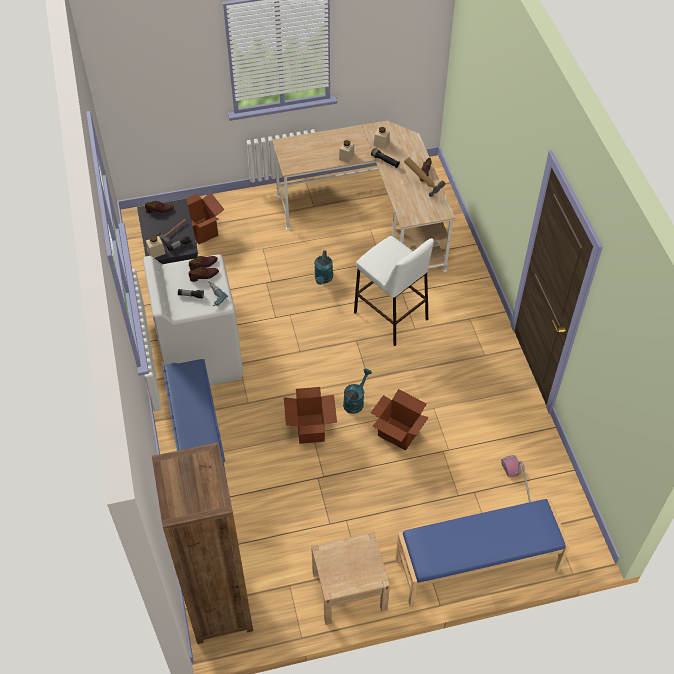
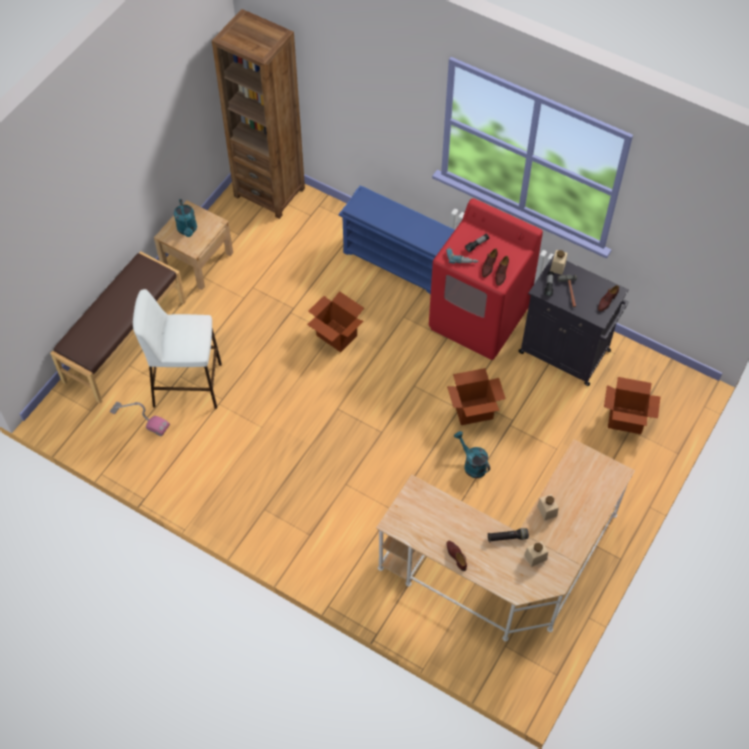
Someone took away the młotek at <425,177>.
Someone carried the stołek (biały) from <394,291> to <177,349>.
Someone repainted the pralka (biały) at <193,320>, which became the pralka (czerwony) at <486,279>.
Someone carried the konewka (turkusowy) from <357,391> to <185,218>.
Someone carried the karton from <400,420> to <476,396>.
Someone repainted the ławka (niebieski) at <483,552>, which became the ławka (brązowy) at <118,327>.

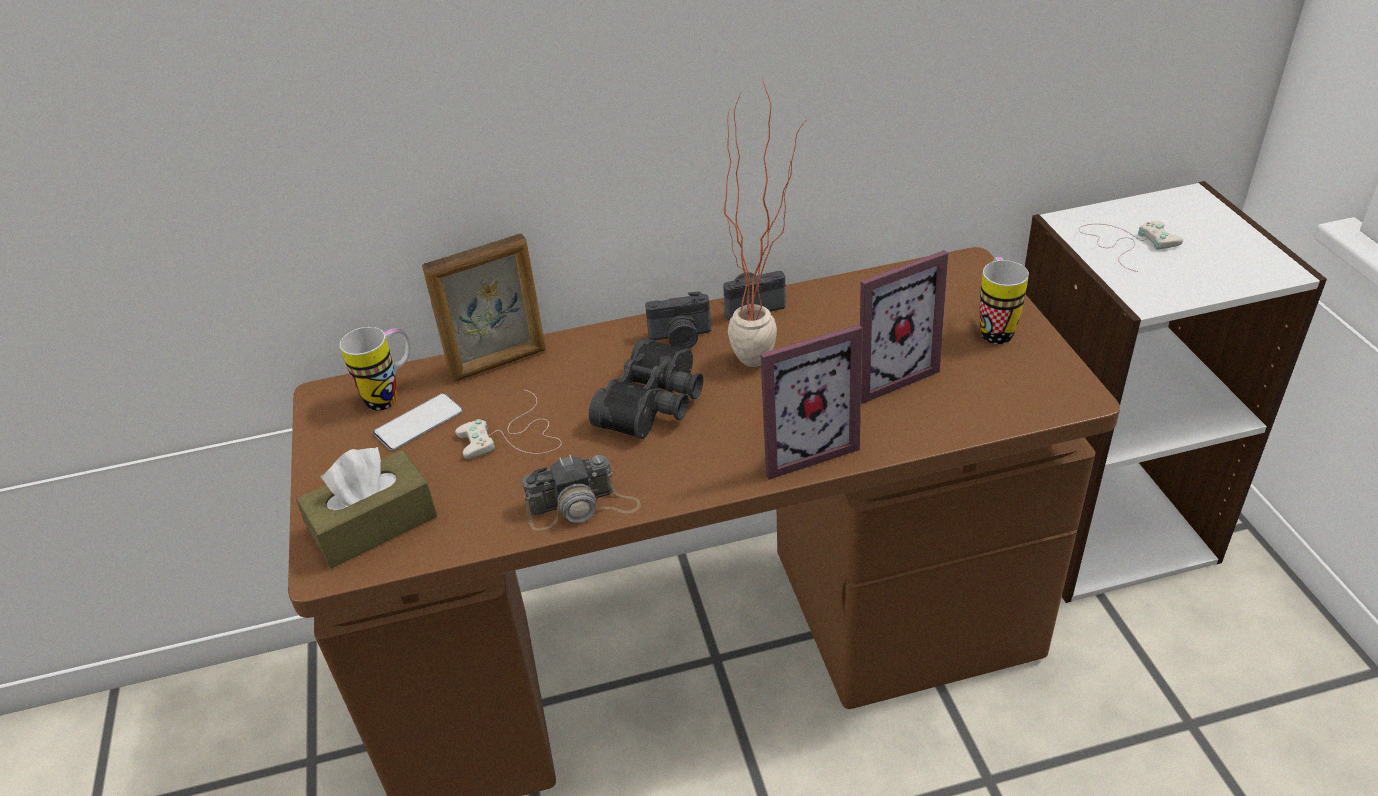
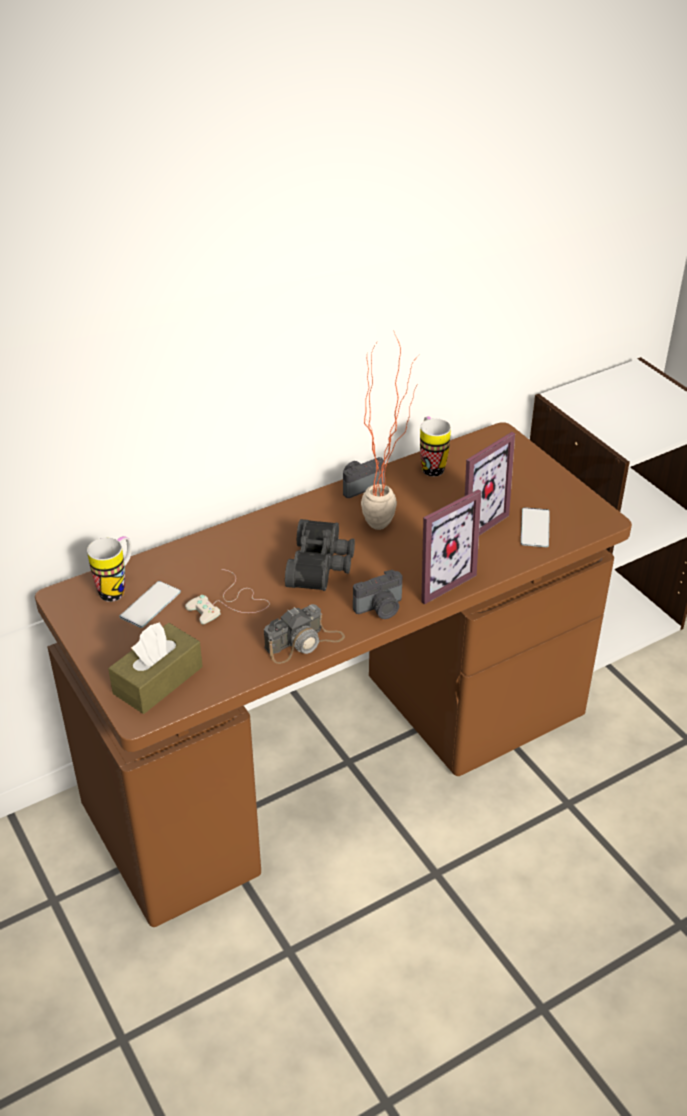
Someone took away the pad do gier (biały) at <1130,246>.
Someone took away the ramka na zdjęcie at <484,308>.
Someone carried the kubek from <1004,300> to <435,446>.
Someone carried the aparat fotograficzny from <678,320> to <378,594>.
Someone put down the telefon at <535,527>.

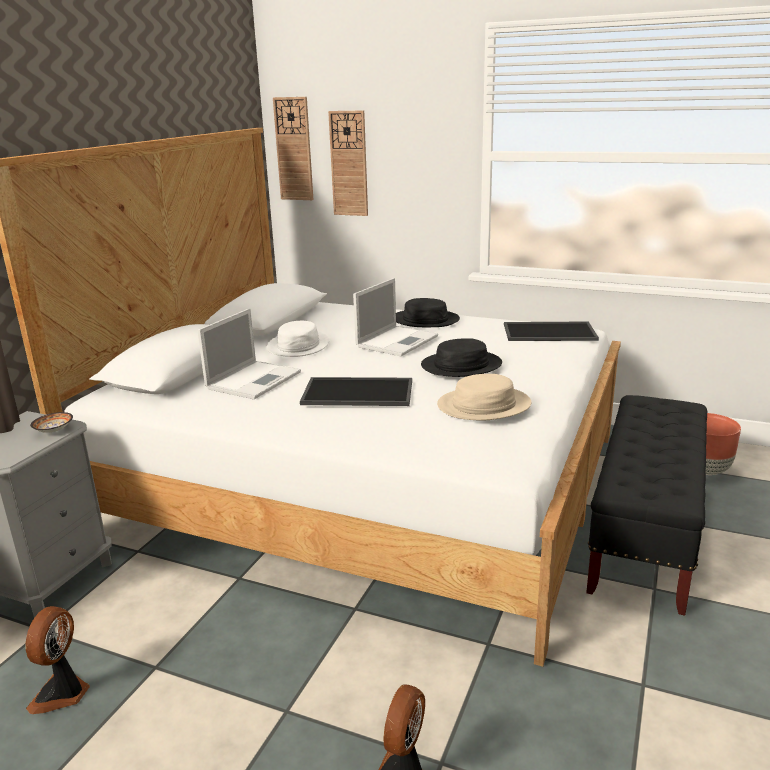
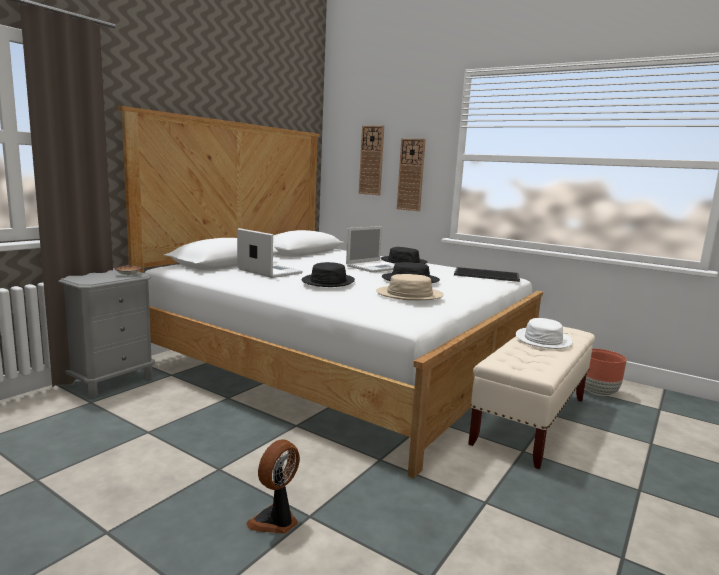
Someone carried the zegar ścienny from <293,148> to <411,175>.
Someone rotated the laptop at <249,353> by 90 degrees counterclockwise.
Someone carried the kapelusz (biały) from <298,339> to <544,333>.
Someone swapped the taca at <356,391> for the kapelusz (czarny) at <328,274>.
Someone repainted the ławka (czarny) at <646,505>, which became the ławka (beżowy) at <531,398>.
Someone took away the wentylator at <58,660>.

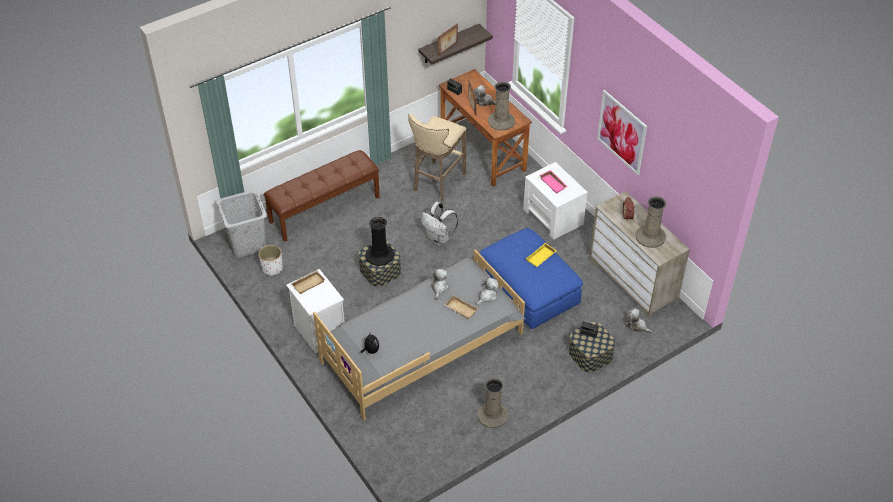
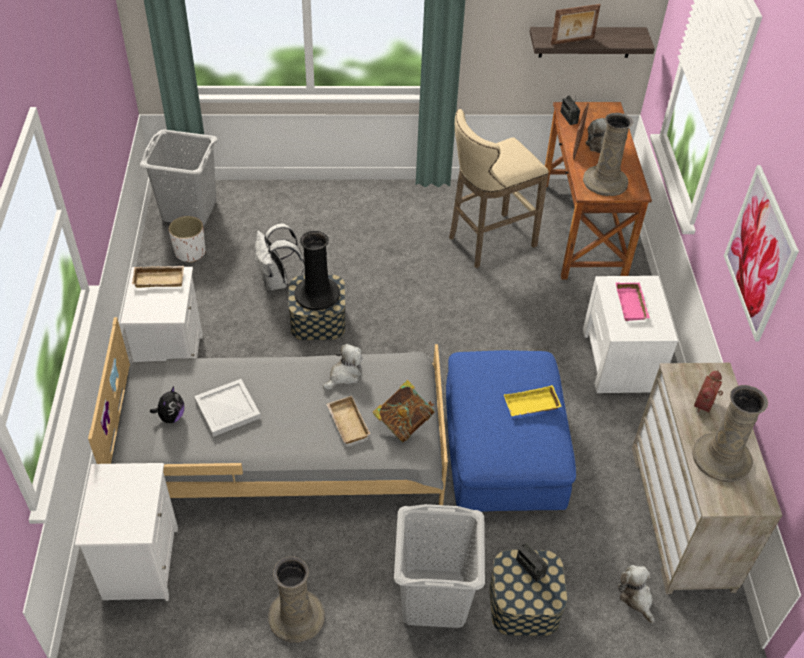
Someone took away the ławka (brązowy) at <322,196>.
Someone carried the plecak (biały) from <439,224> to <280,257>.
Someone swapped the pluszak at <487,291> for the książka at <404,411>.
Someone put down the taca (biały) at <227,408>.
Someone put down the szafka nocna (biały) at <126,532>.
Someone put down the kosz na pranie (szary) at <439,566>.

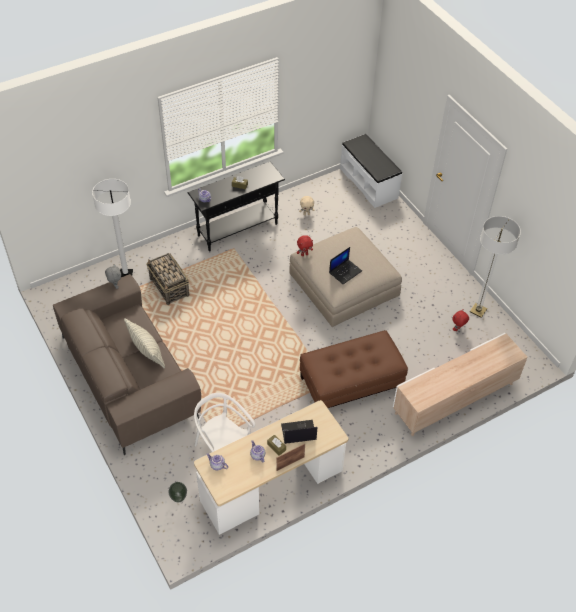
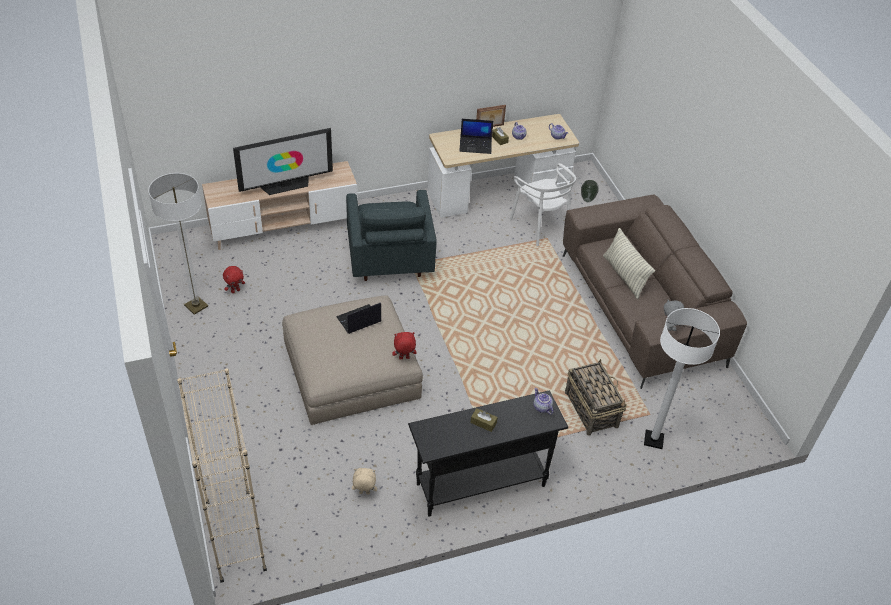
Someone swapped the ławka (biały) at <371,171> for the regał (beżowy) at <222,475>.
Someone swapped the pufa (brązowy) at <354,369> for the fotel (szary) at <391,235>.
Someone put down the telewizor at <283,161>.

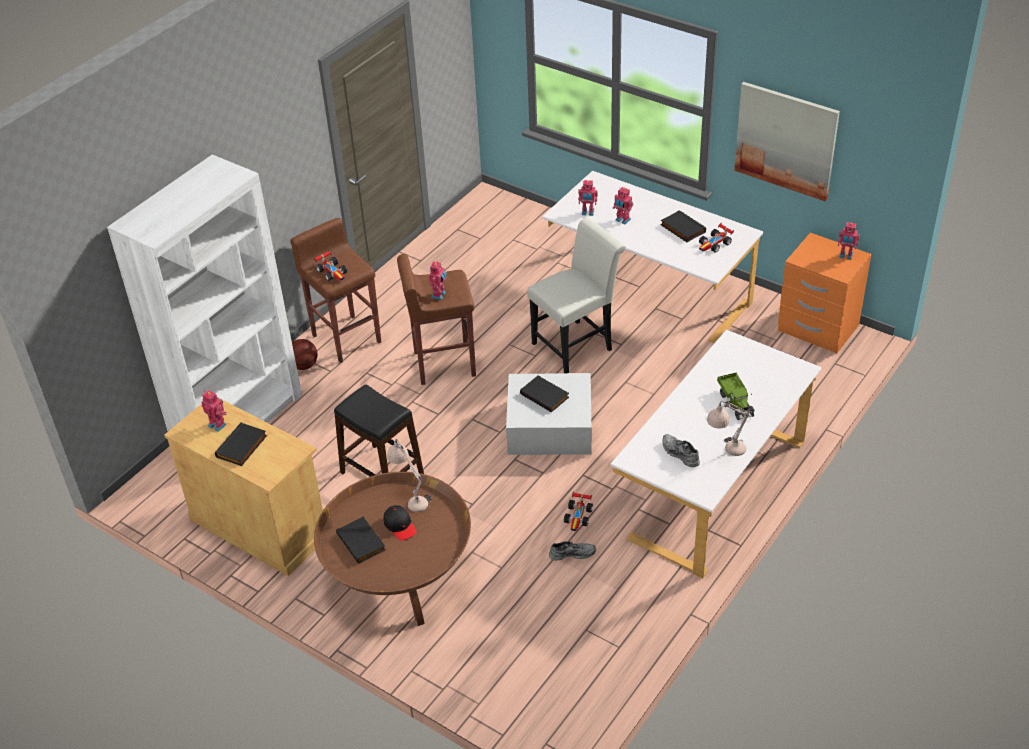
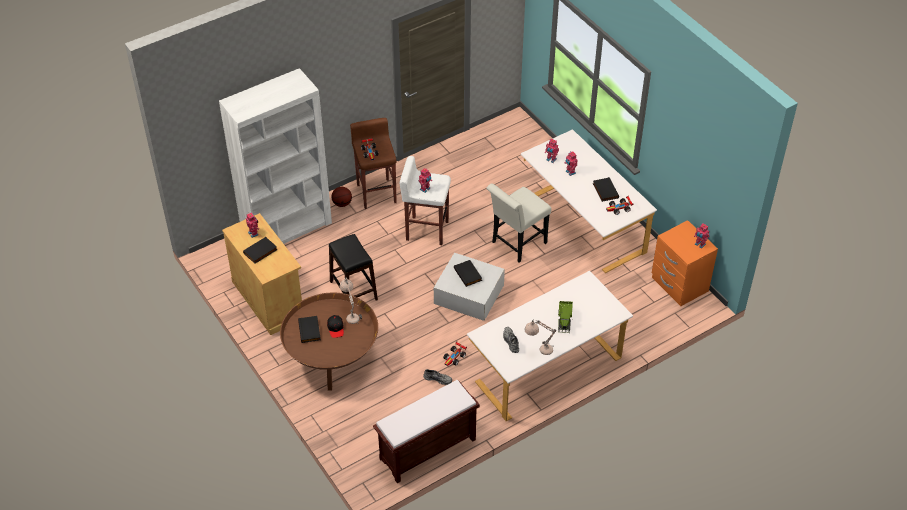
Someone took away the obraz at <787,141>.
Someone rotated the krzesło (biały) at <576,295> by 150 degrees clockwise.
Someone repainted the stołek (brązowy) at <436,319>, which became the stołek (biały) at <425,200>.
Someone put down the ławka (brązowy) at <426,431>.

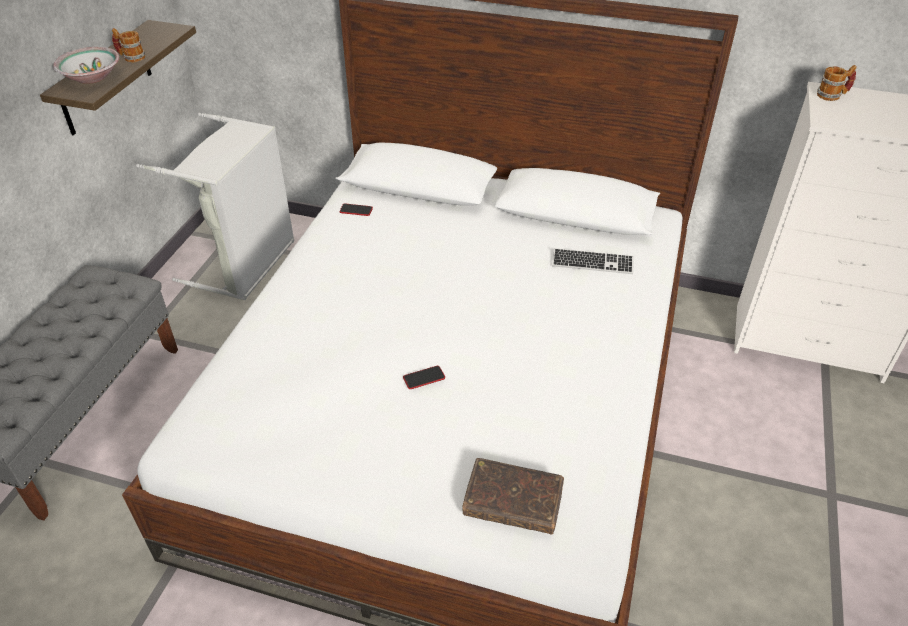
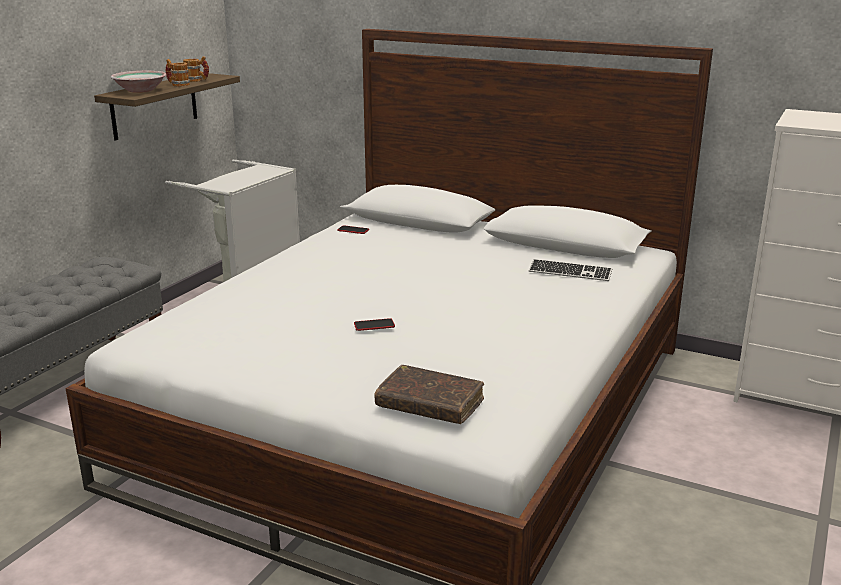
Someone carried the kubek from <837,83> to <196,69>.

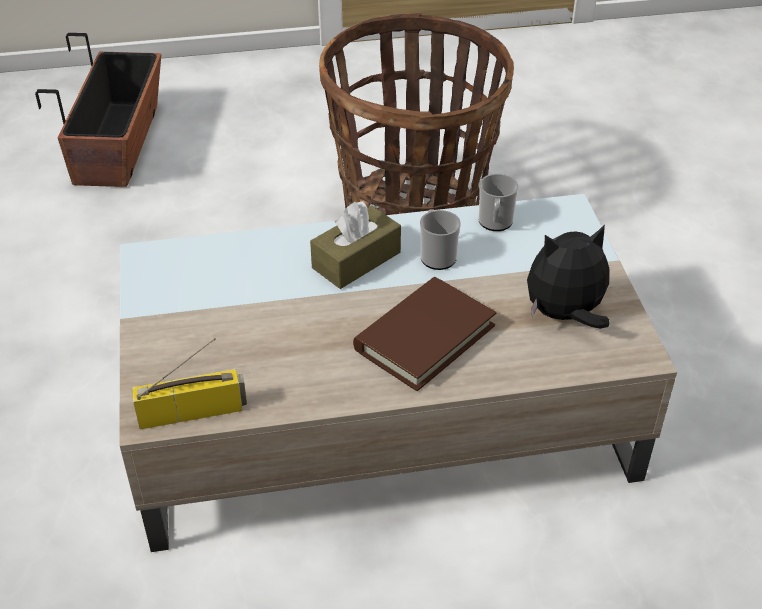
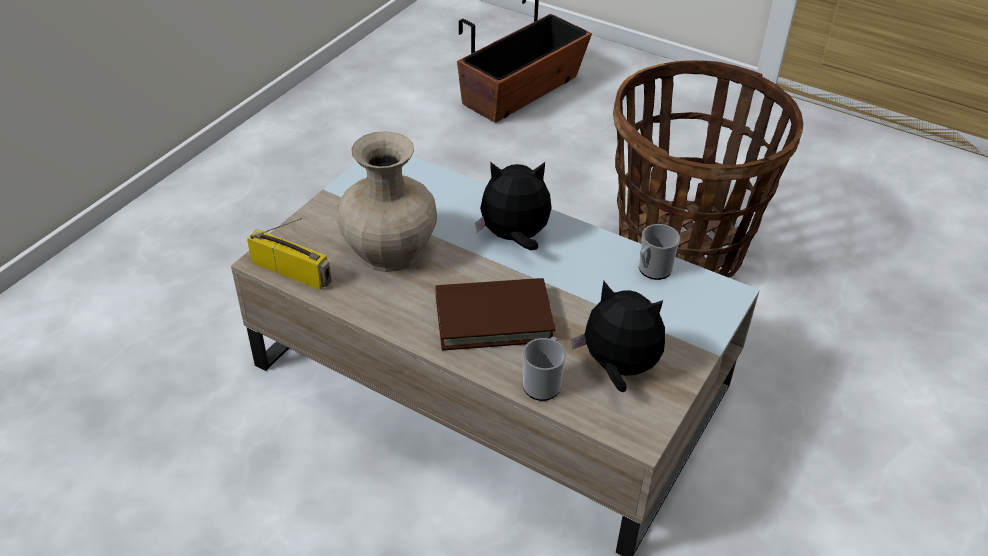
Someone swapped the pudełko chusteczek (brązowy) at <355,245> for the pluszak at <513,206>.
Someone carried the kubek from <440,239> to <544,369>.
Someone put down the wazon (beżowy) at <387,201>.

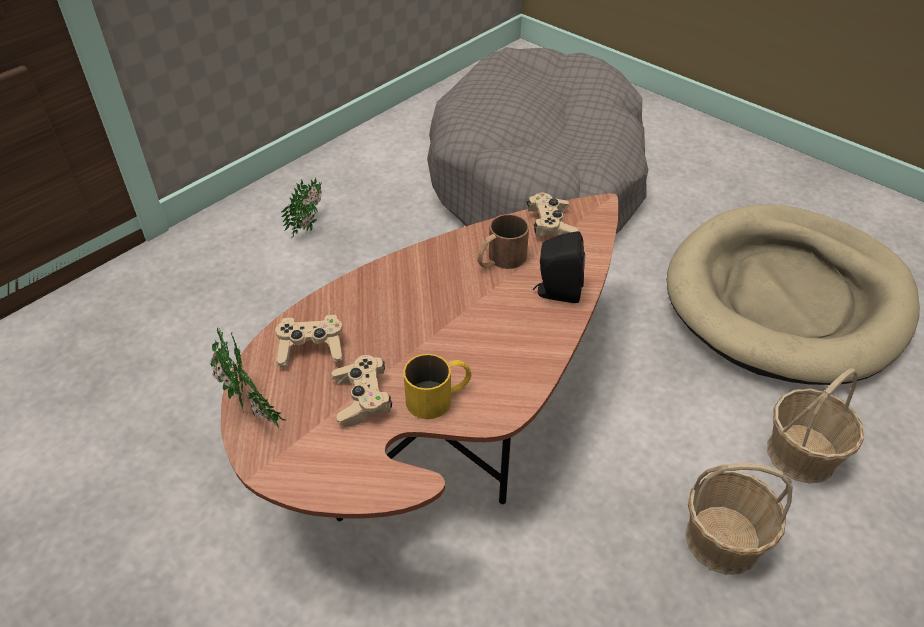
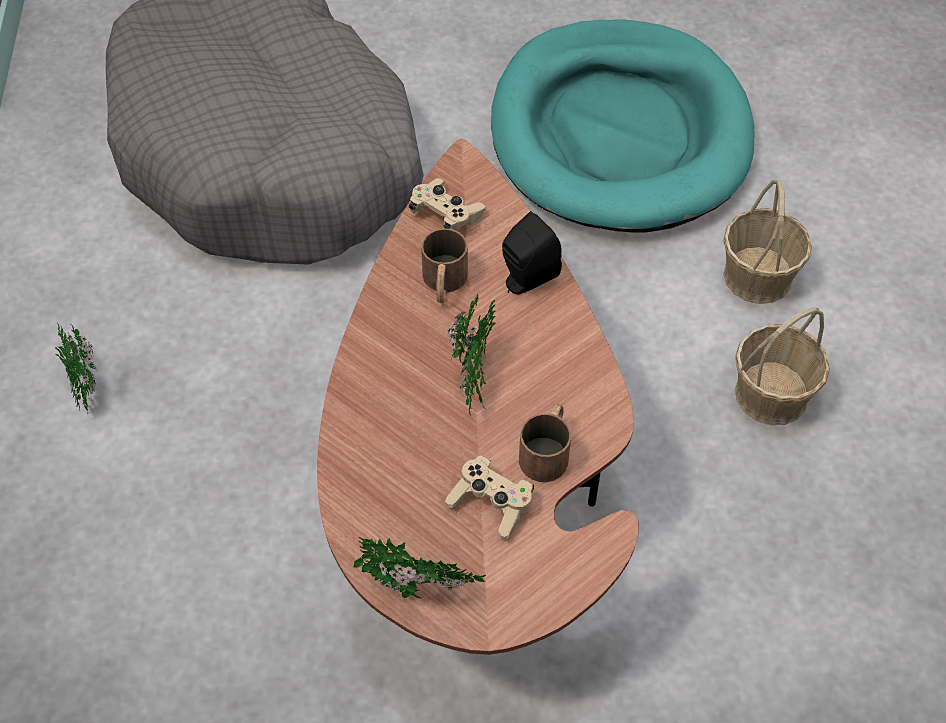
Someone repainted the legowisko (beżowy) at <793,294>, which became the legowisko (turkusowy) at <622,126>.
Someone took away the pad do gier (beżowy) at <309,340>.
Someone repainted the kubek (żółty) at <437,386>, which became the kubek (brązowy) at <545,443>.
Someone put down the roślina doniczkowa at <472,353>.

